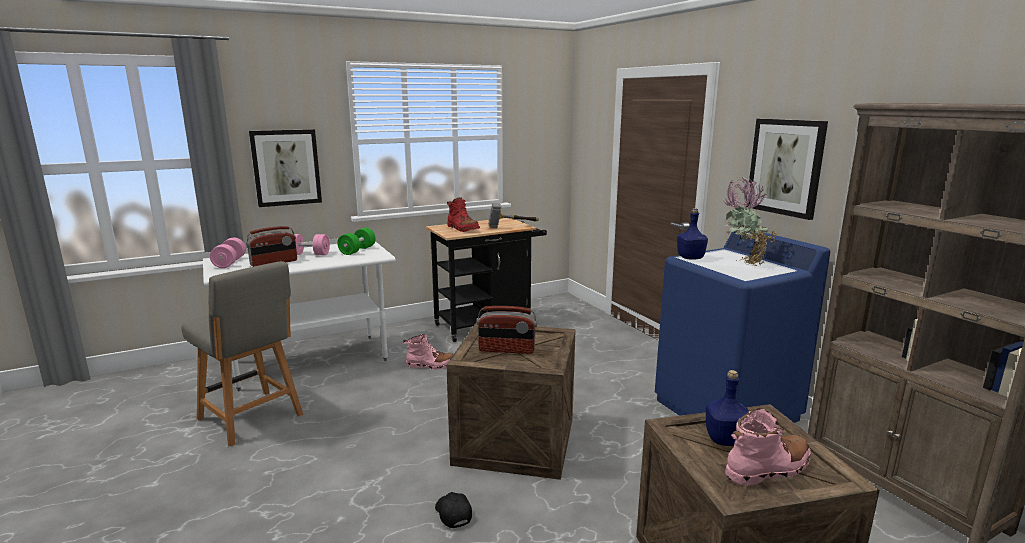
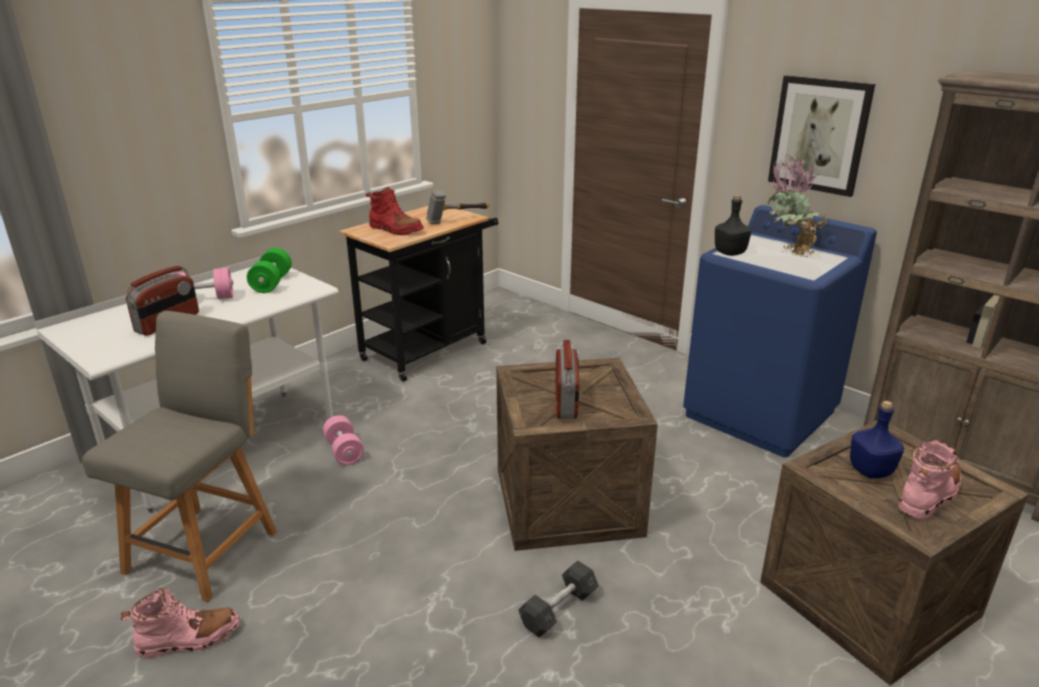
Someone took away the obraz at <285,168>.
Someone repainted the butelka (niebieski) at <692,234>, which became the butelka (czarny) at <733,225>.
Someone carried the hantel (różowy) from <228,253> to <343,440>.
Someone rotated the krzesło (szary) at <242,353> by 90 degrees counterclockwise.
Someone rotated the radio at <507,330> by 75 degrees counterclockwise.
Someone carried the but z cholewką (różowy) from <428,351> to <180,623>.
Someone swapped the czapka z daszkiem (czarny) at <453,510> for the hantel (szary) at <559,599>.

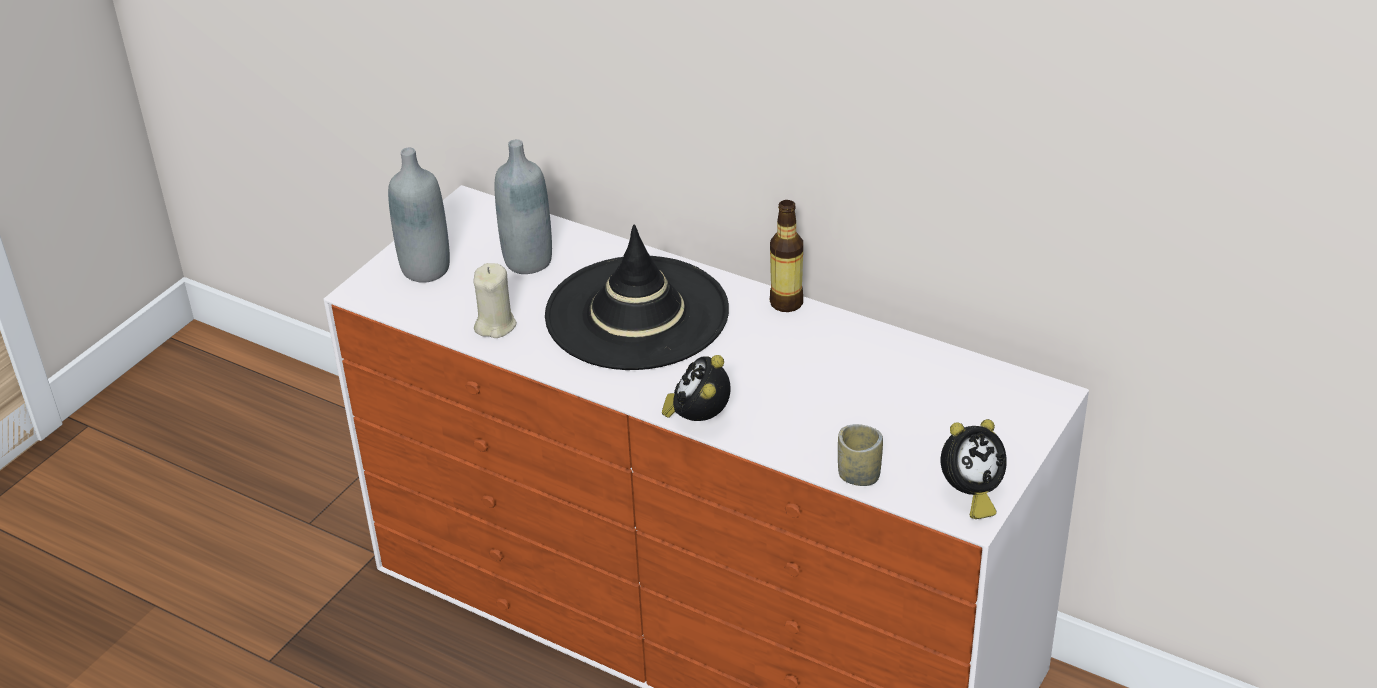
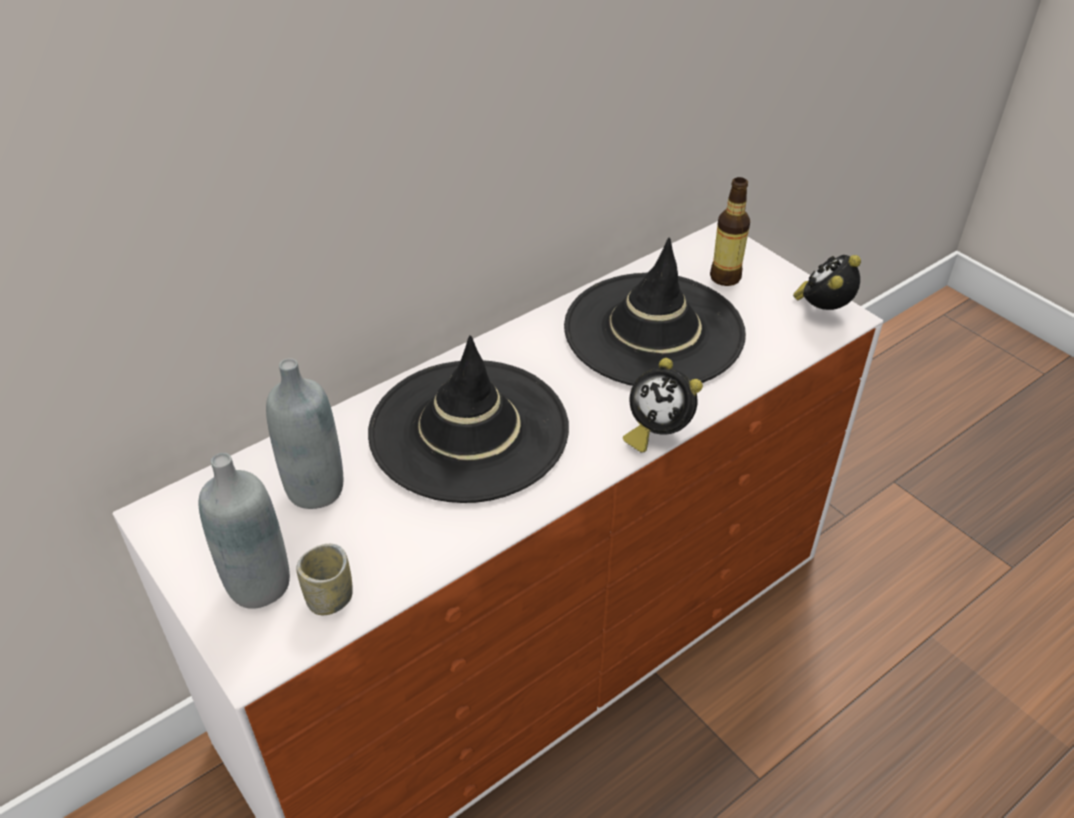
Someone carried the butelka from <786,256> to <730,231>.
Someone took away the świeca (beżowy) at <495,300>.
Someone rotated the budzik at <974,469> by 135 degrees counterclockwise.
Someone carried the filiżanka from <860,455> to <324,579>.
Someone put down the kapelusz (czarny) at <655,312>.

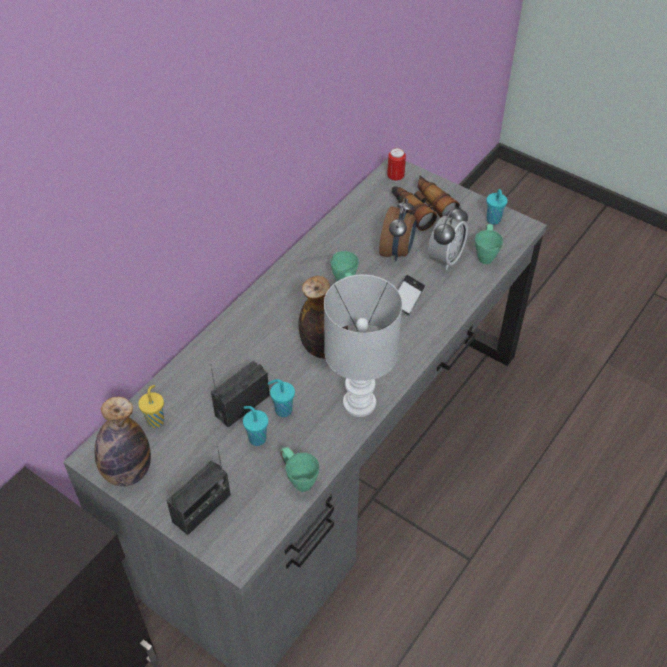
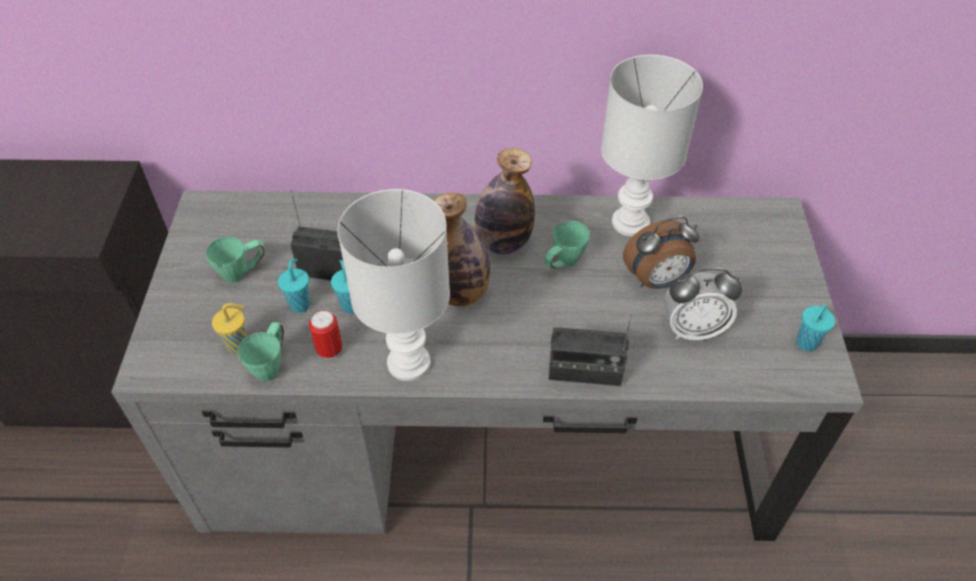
Someone carried the puszka from <396,165> to <325,334>.
Someone took away the lornetka at <426,203>.
Someone carried the kubek (zielony) from <489,244> to <235,260>.
Someone took away the telefon at <411,295>.
Someone carried the filiżanka (żółty) from <151,406> to <229,328>.
Someone carried the butelka from <122,441> to <505,201>.
Someone carried the radio from <199,490> to <590,350>.
Someone put down the lampa stołowa (biały) at <652,146>.

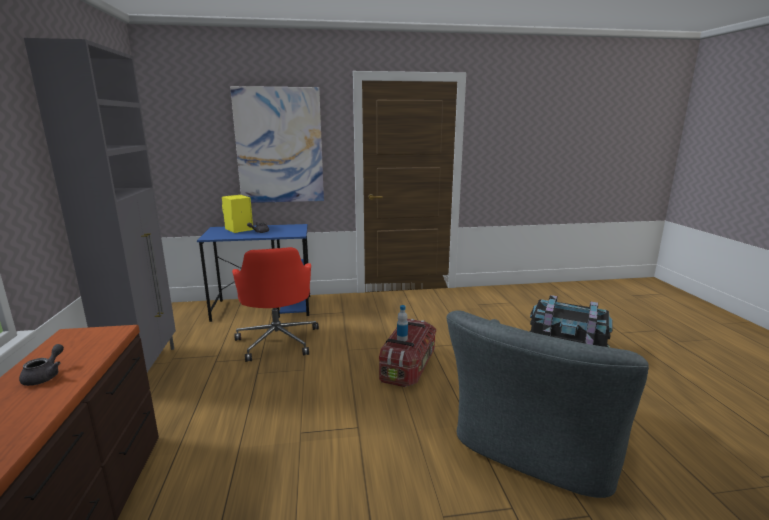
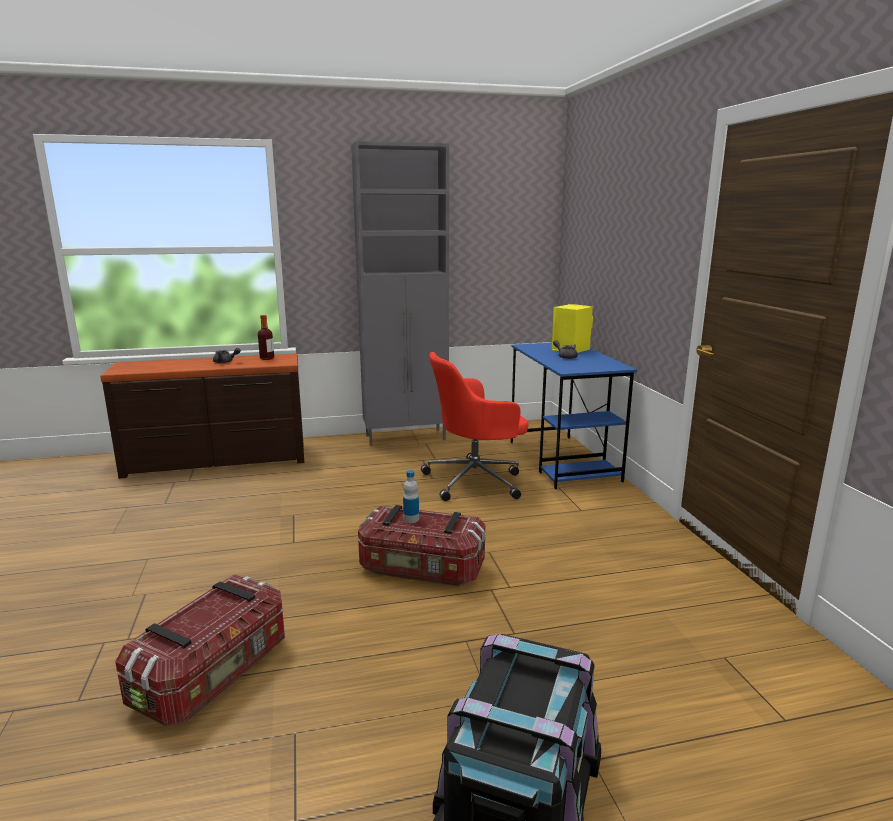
Someone took away the obraz at <277,144>.
Someone swapped the fotel (szary) at <548,404> for the pojemnik do przechowywania at <200,650>.
Someone put down the butelka at <266,337>.

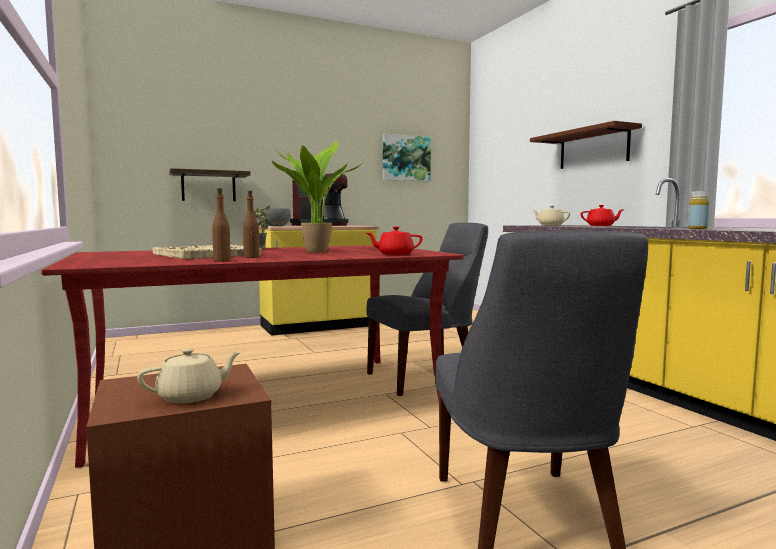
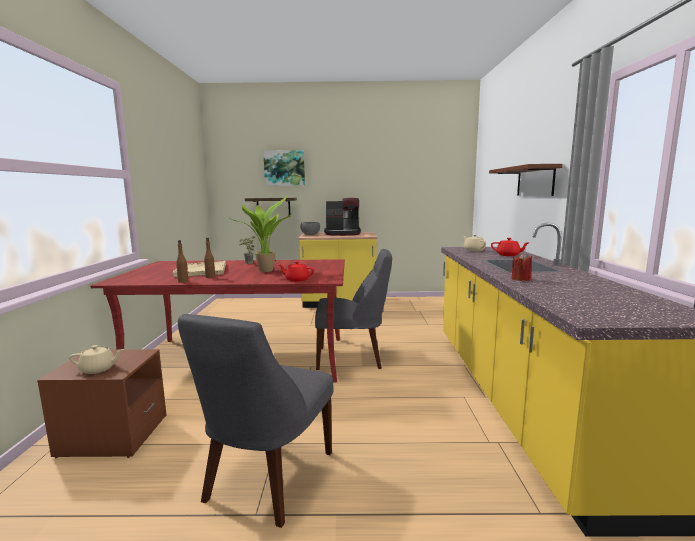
Someone carried the obraz from <407,157> to <284,168>.
Someone swapped the butelka (żółty) at <698,210> for the świeca (czerwony) at <521,267>.

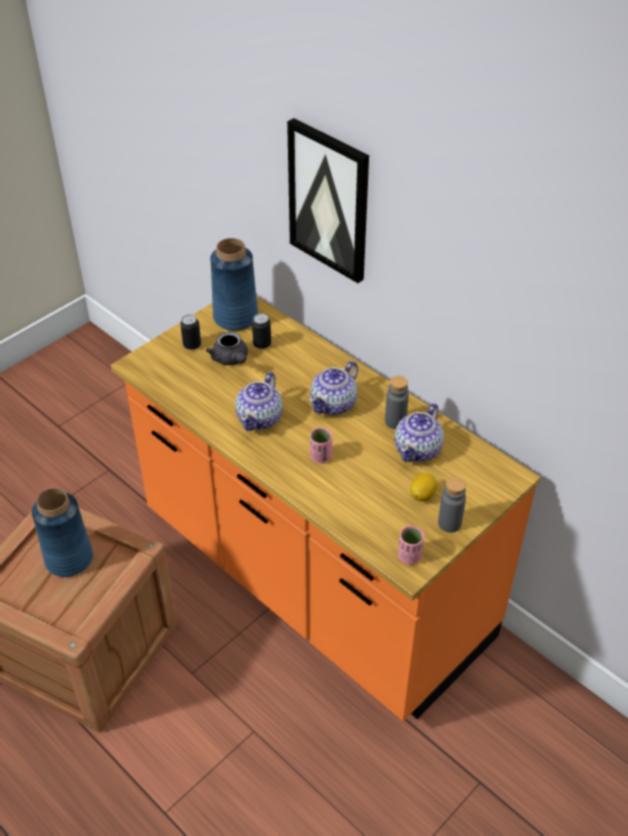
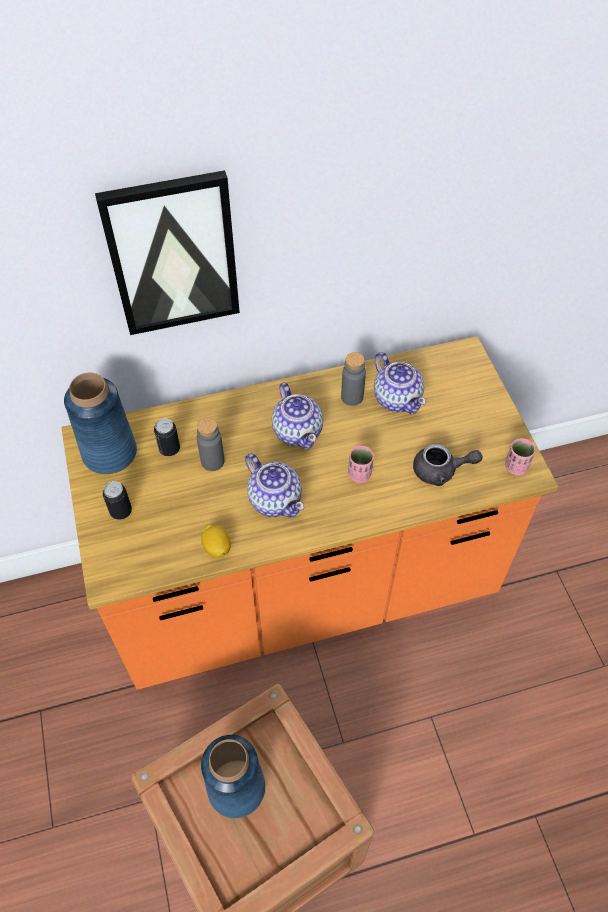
Someone carried the imbryk (szary) from <227,348> to <448,465>.
Someone carried the cytryna from <424,487> to <216,541>.
Someone carried the butelka (szary) from <452,505> to <210,444>.

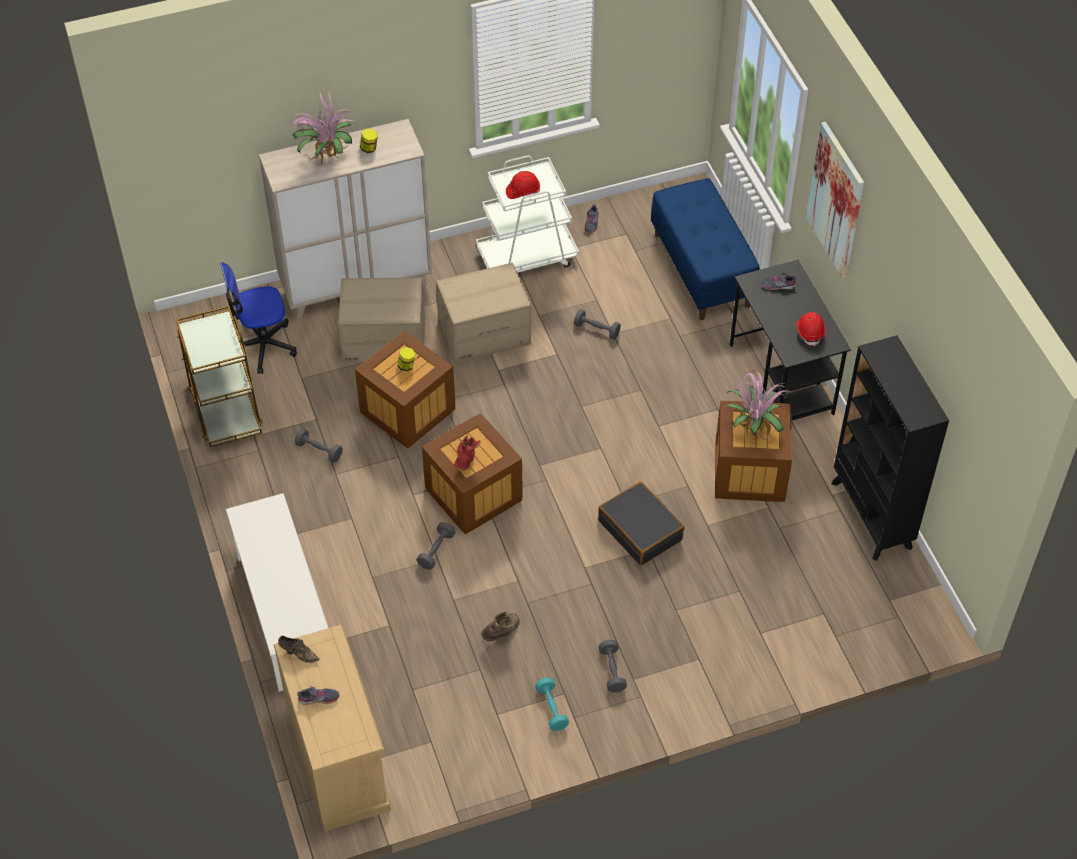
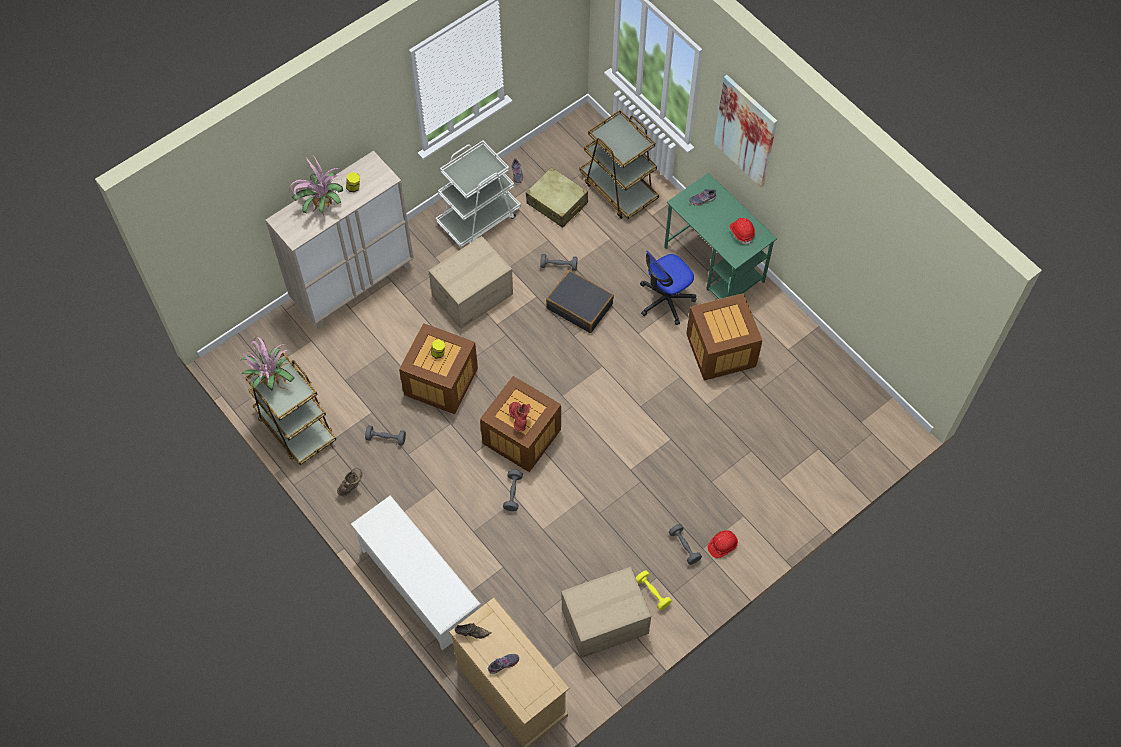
Someone carried the kask (czerwony) from <523,185> to <723,544>.
Someone swapped the ławka (niebieski) at <705,249> for the wózek (brązowy) at <619,164>.
Someone repainted the biurko (czarny) at <790,340>, which became the biurko (zielony) at <720,236>.
Someone carried the krzesło biurowe from <258,318> to <668,288>.
Someone carried the karton from <381,320> to <606,612>.
Someone took away the regał (czarny) at <890,448>.
Someone carried the roślina doniczkowa from <759,407> to <267,364>.
Someone carried the walizka (czarny) from <641,523> to <580,301>.
Someone carried the but z cholewką (brązowy) from <500,626> to <350,482>.
Someone repainted the hantel (turkusowy) at <552,704>, which became the hantel (żółty) at <654,590>.
Someone put down the walizka (beżowy) at <557,197>.

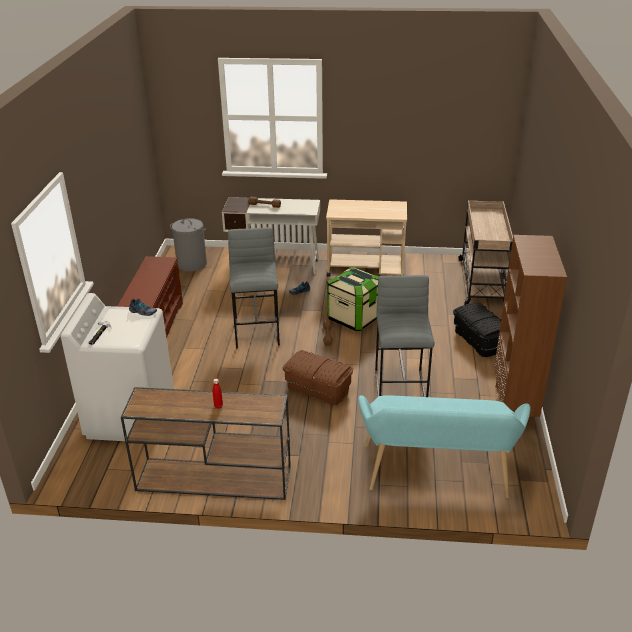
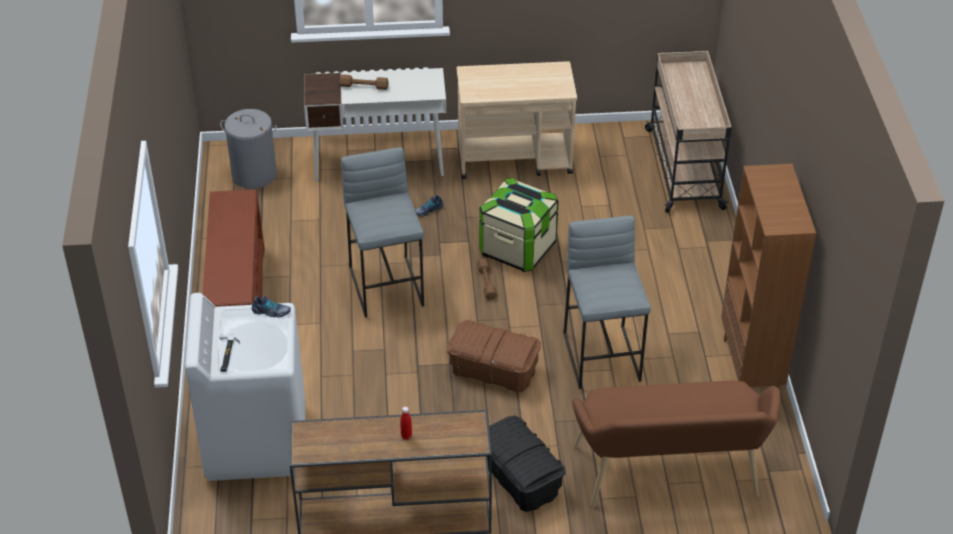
Someone carried the pojemnik do przechowywania (czarny) from <477,329> to <526,463>.
Someone repainted the ławka (turkusowy) at <444,446>, which became the ławka (brązowy) at <676,444>.

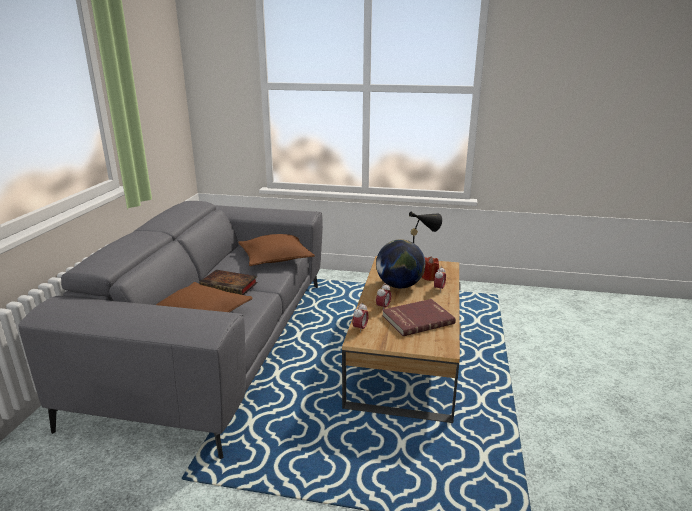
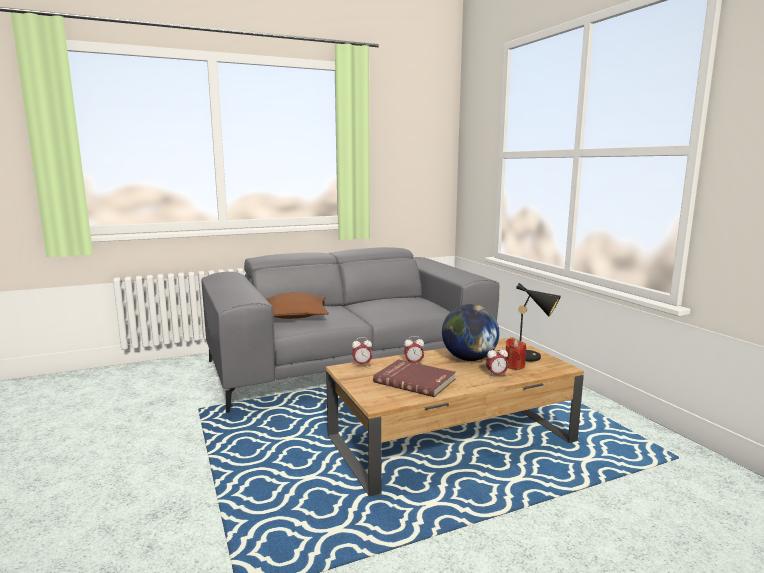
Someone took away the poduszka (brązowy) at <276,250>.
Someone took away the książka at <228,282>.

